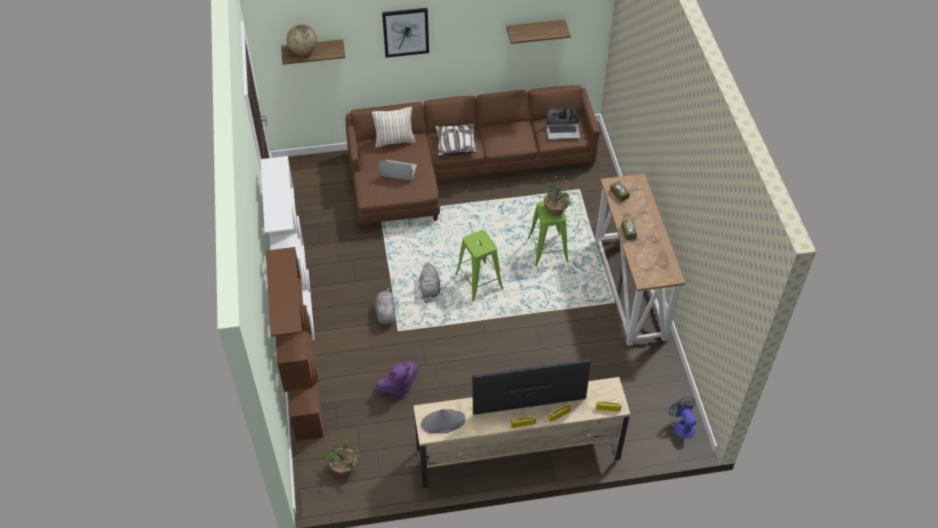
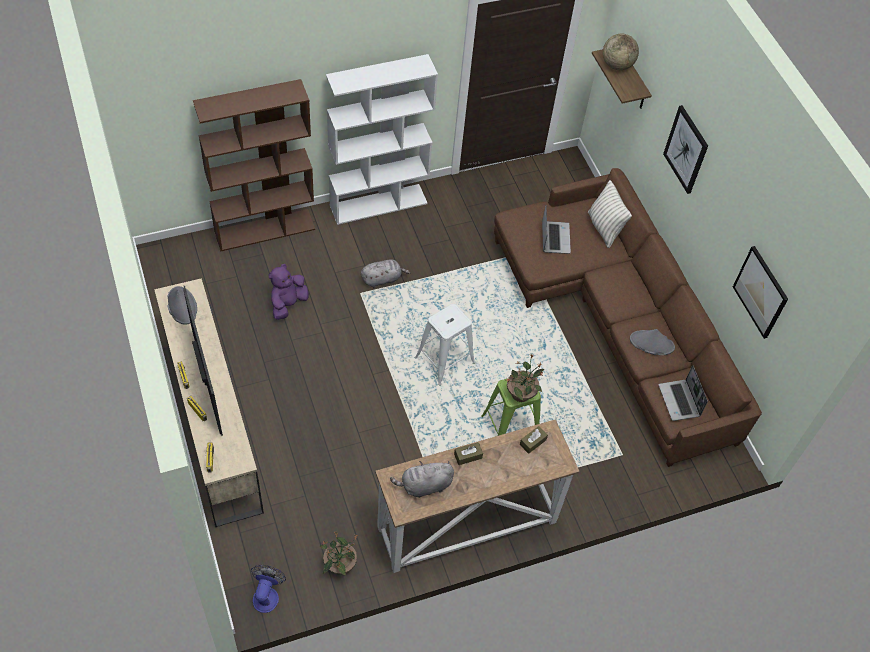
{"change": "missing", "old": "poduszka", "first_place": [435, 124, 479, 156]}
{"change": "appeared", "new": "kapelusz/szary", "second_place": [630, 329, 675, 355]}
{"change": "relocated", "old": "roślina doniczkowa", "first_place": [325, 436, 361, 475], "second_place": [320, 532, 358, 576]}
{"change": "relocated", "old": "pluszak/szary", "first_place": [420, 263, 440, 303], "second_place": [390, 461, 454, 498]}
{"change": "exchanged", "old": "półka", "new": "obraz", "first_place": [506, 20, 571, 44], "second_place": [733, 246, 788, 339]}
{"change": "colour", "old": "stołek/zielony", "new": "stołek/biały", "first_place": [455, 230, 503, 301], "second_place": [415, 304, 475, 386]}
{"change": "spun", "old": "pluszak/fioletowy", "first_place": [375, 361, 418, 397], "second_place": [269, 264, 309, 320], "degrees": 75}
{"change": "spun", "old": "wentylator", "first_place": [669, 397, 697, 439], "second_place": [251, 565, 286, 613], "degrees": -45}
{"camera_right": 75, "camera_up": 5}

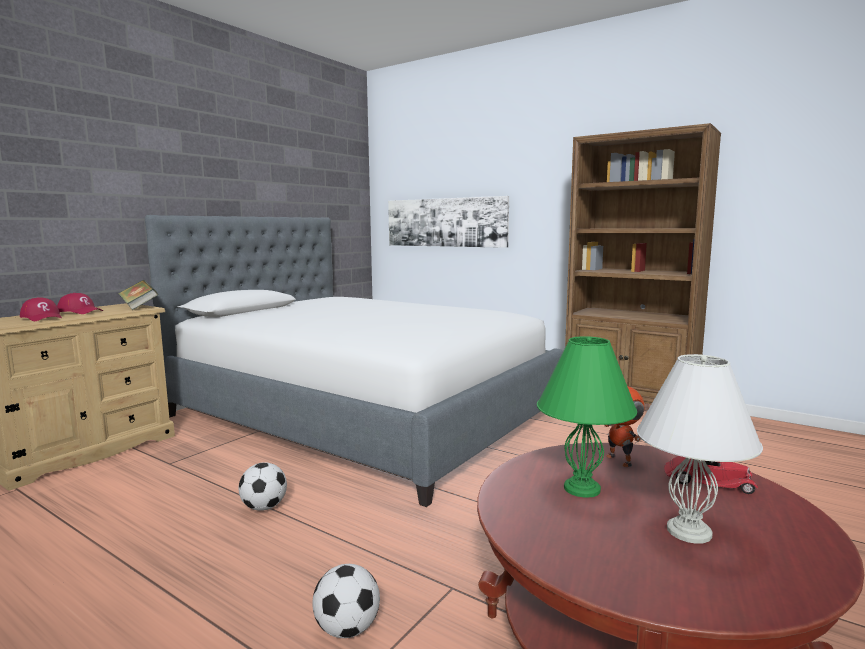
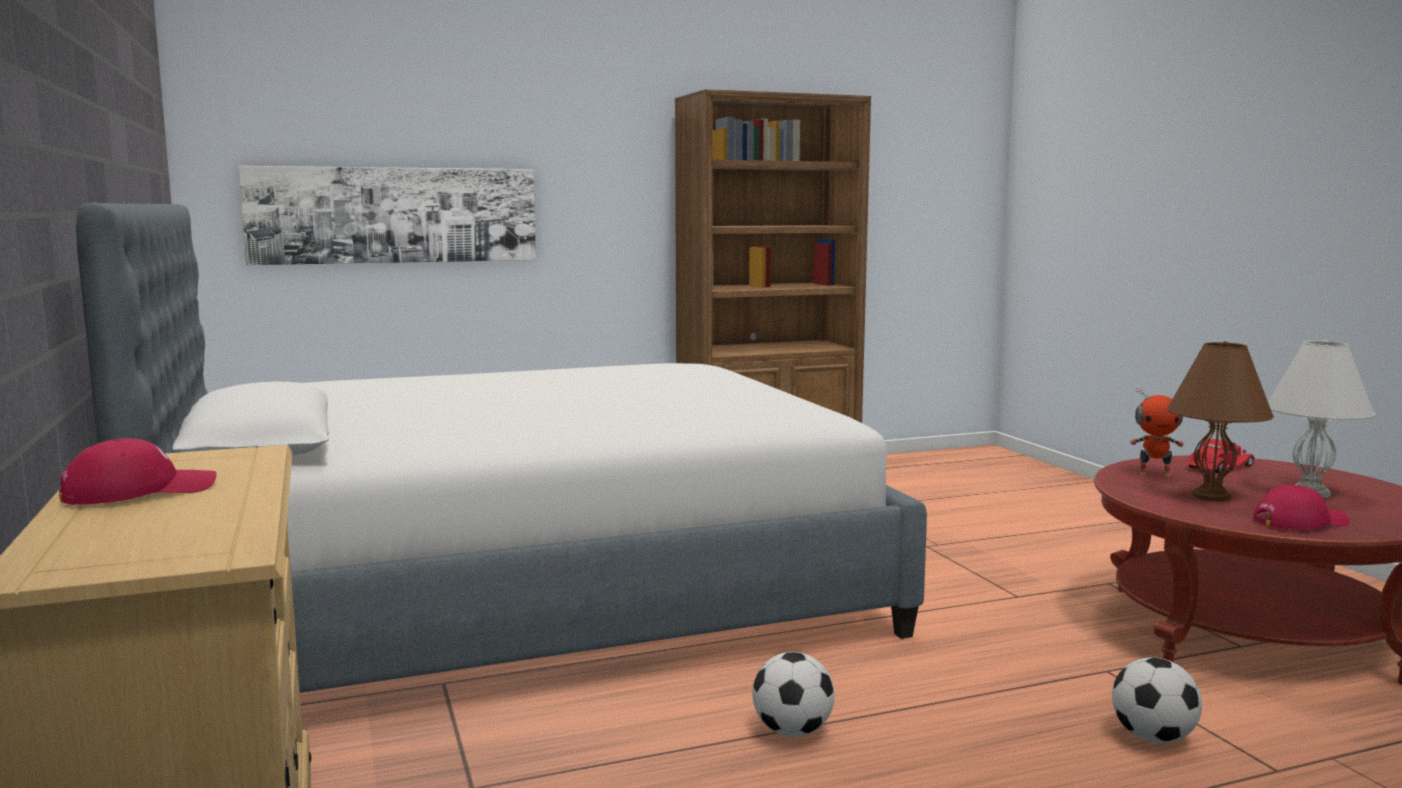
{"change": "missing", "old": "książka", "first_place": [118, 280, 158, 310]}
{"change": "relocated", "old": "czapka z daszkiem/czerwony", "first_place": [20, 297, 62, 321], "second_place": [1253, 485, 1350, 530]}
{"change": "colour", "old": "lampa stołowa/zielony", "new": "lampa stołowa/brązowy", "first_place": [537, 336, 637, 498], "second_place": [1167, 341, 1274, 502]}
{"camera_right": -55, "camera_up": 0}

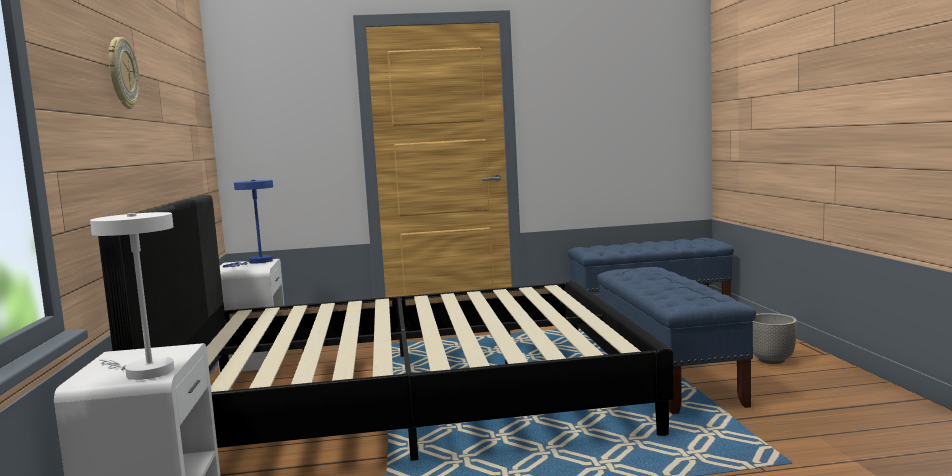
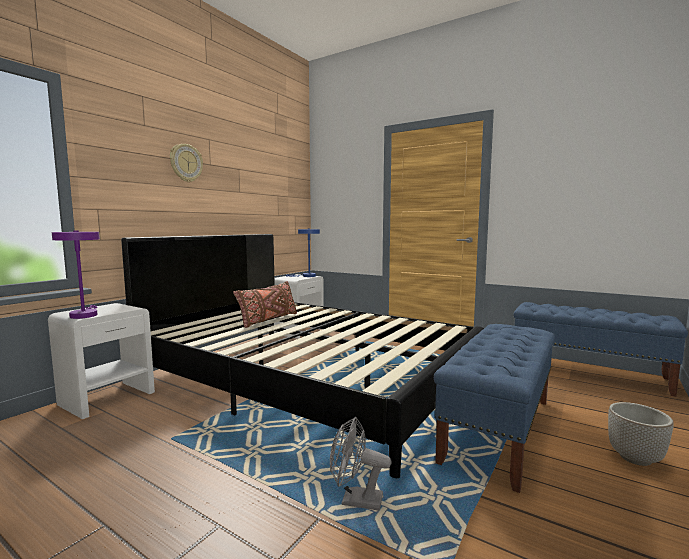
{"change": "appeared", "new": "poduszka/brązowy", "second_place": [233, 281, 297, 328]}
{"change": "appeared", "new": "wentylator/szary", "second_place": [330, 417, 392, 511]}
{"change": "colour", "old": "lampa stołowa/biały", "new": "lampa stołowa/fioletowy", "first_place": [90, 212, 174, 380], "second_place": [52, 231, 100, 319]}
{"camera_right": 40, "camera_up": 0}

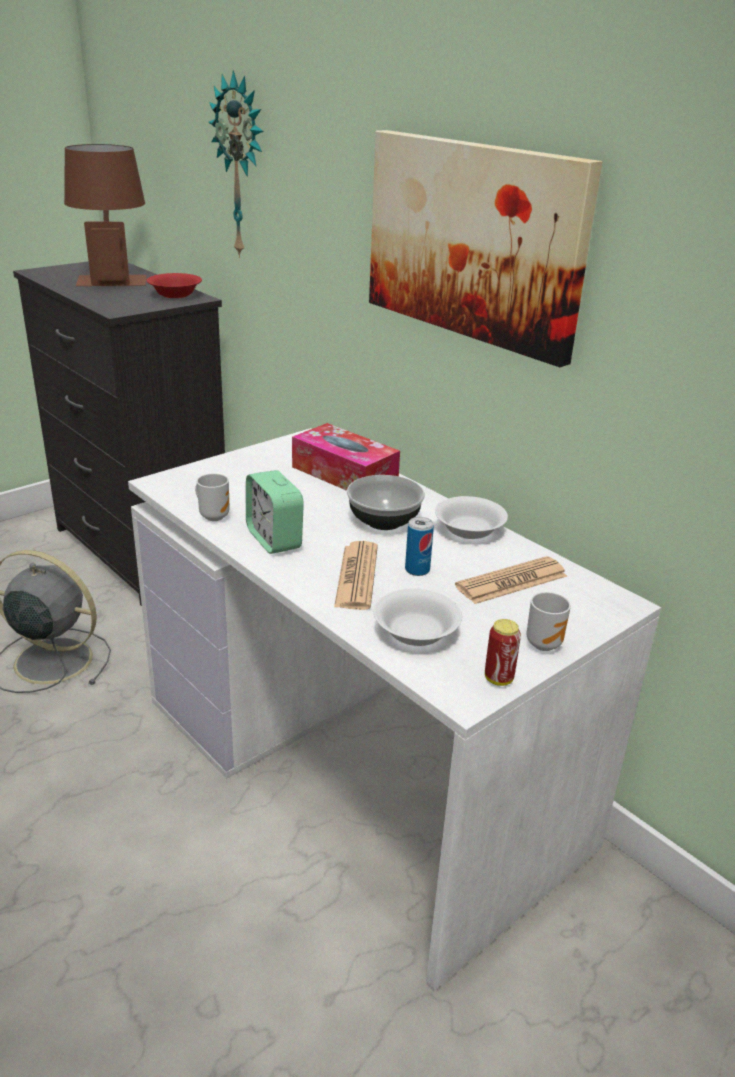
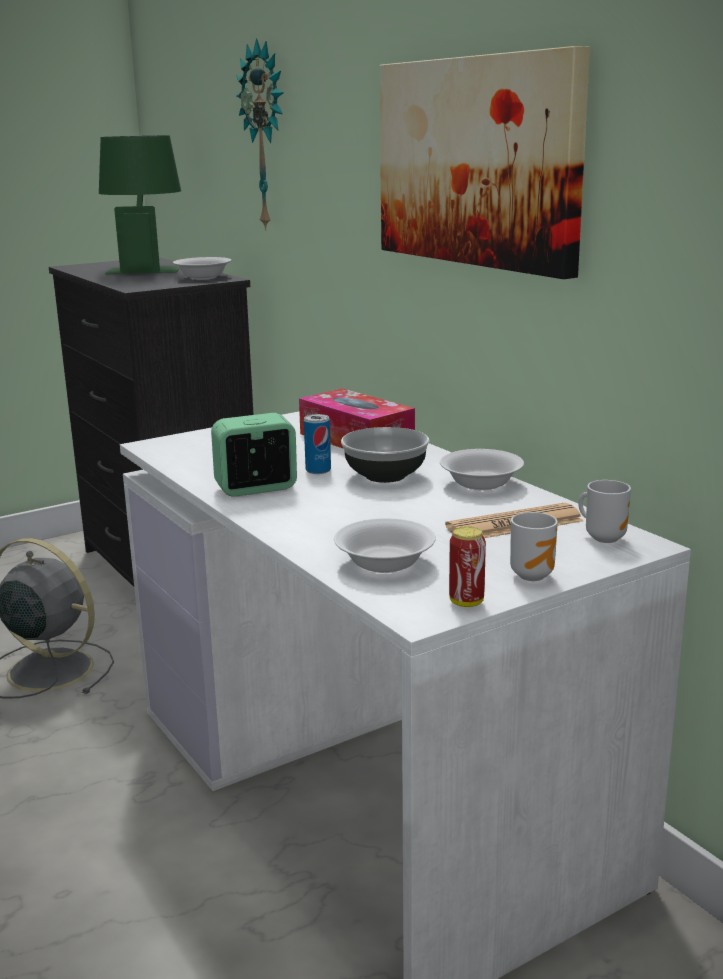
{"change": "missing", "old": "gazeta", "first_place": [334, 541, 378, 610]}
{"change": "relocated", "old": "kubek", "first_place": [195, 474, 230, 521], "second_place": [578, 480, 631, 543]}
{"change": "relocated", "old": "puszka", "first_place": [405, 517, 434, 576], "second_place": [304, 414, 331, 474]}
{"change": "colour", "old": "lampa stołowa/brązowy", "new": "lampa stołowa/zielony", "first_place": [64, 144, 147, 286], "second_place": [99, 136, 181, 274]}
{"change": "colour", "old": "miska/czerwony", "new": "miska/biały", "first_place": [146, 273, 202, 298], "second_place": [173, 257, 231, 279]}
{"change": "spun", "old": "budzik", "first_place": [246, 470, 304, 554], "second_place": [211, 413, 297, 497], "degrees": 90}
{"camera_right": 10, "camera_up": -10}

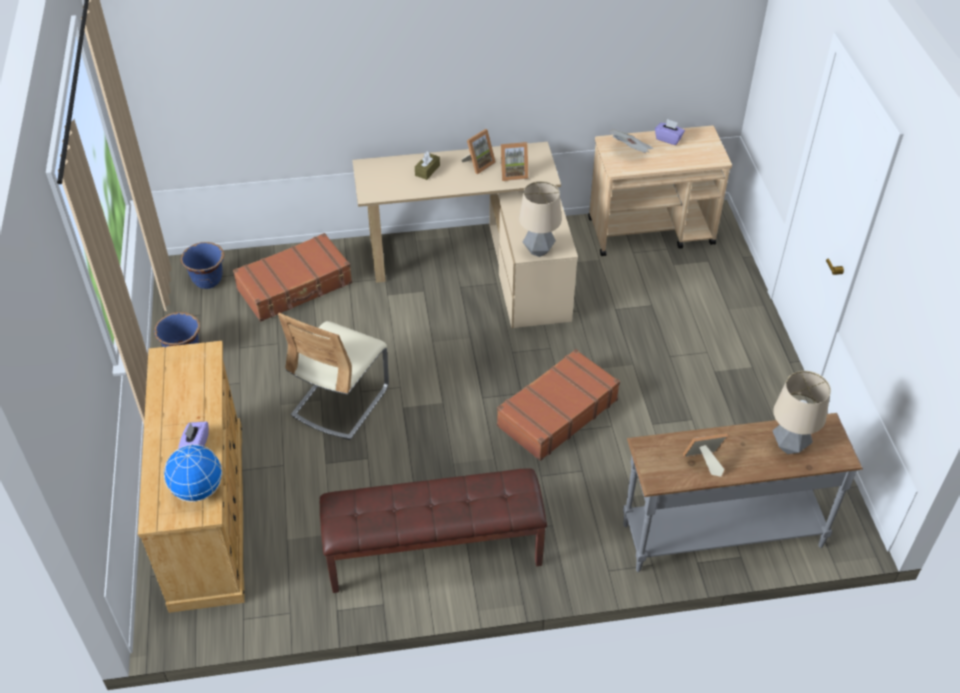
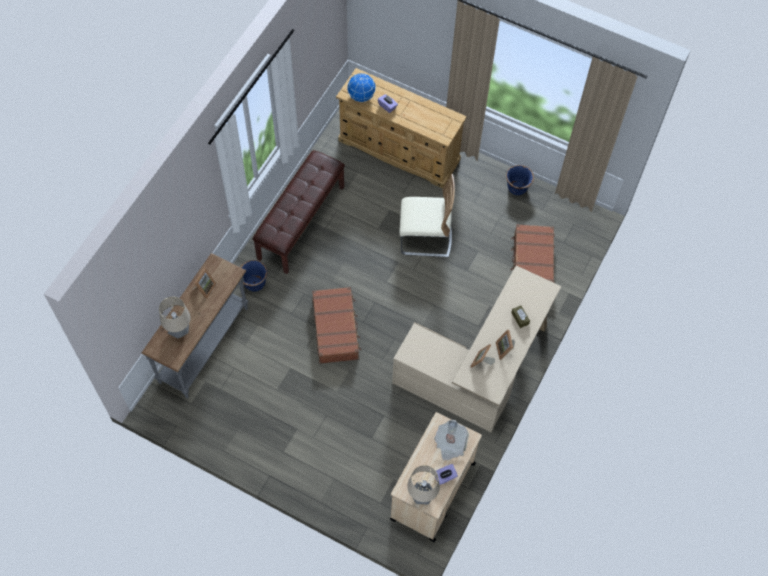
{"change": "relocated", "old": "donica/niebieski", "first_place": [181, 242, 224, 289], "second_place": [240, 260, 267, 292]}
{"change": "relocated", "old": "lampa stołowa", "first_place": [519, 181, 562, 257], "second_place": [407, 465, 440, 504]}
{"change": "spun", "old": "krzesło/beżowy", "first_place": [278, 313, 389, 440], "second_place": [399, 174, 455, 257], "degrees": 120}
{"camera_right": 125, "camera_up": 15}

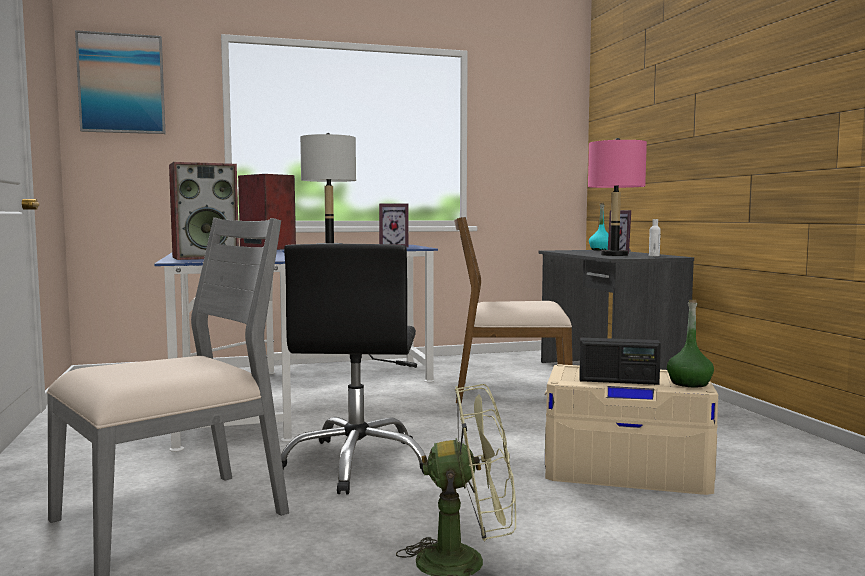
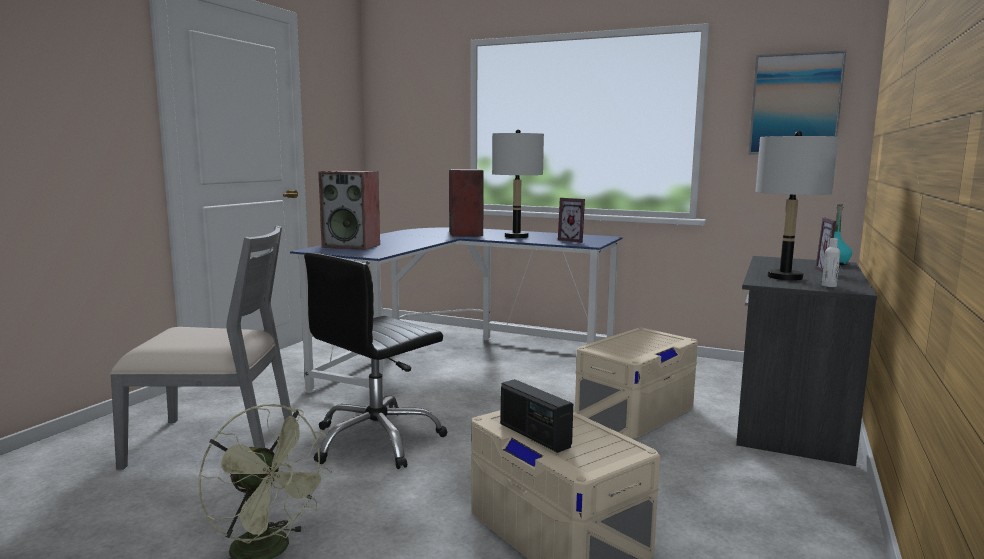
{"change": "missing", "old": "butelka/zielony", "first_place": [667, 300, 714, 387]}
{"change": "relocated", "old": "obraz", "first_place": [75, 30, 166, 134], "second_place": [748, 50, 846, 154]}
{"change": "exchanged", "old": "krzesło/brązowy", "new": "pojemnik do przechowywania/beżowy", "first_place": [454, 217, 573, 403], "second_place": [575, 327, 698, 439]}
{"change": "colour", "old": "lampa stołowa/różowy", "new": "lampa stołowa/szary", "first_place": [588, 138, 647, 256], "second_place": [756, 131, 838, 280]}
{"camera_right": 40, "camera_up": 5}

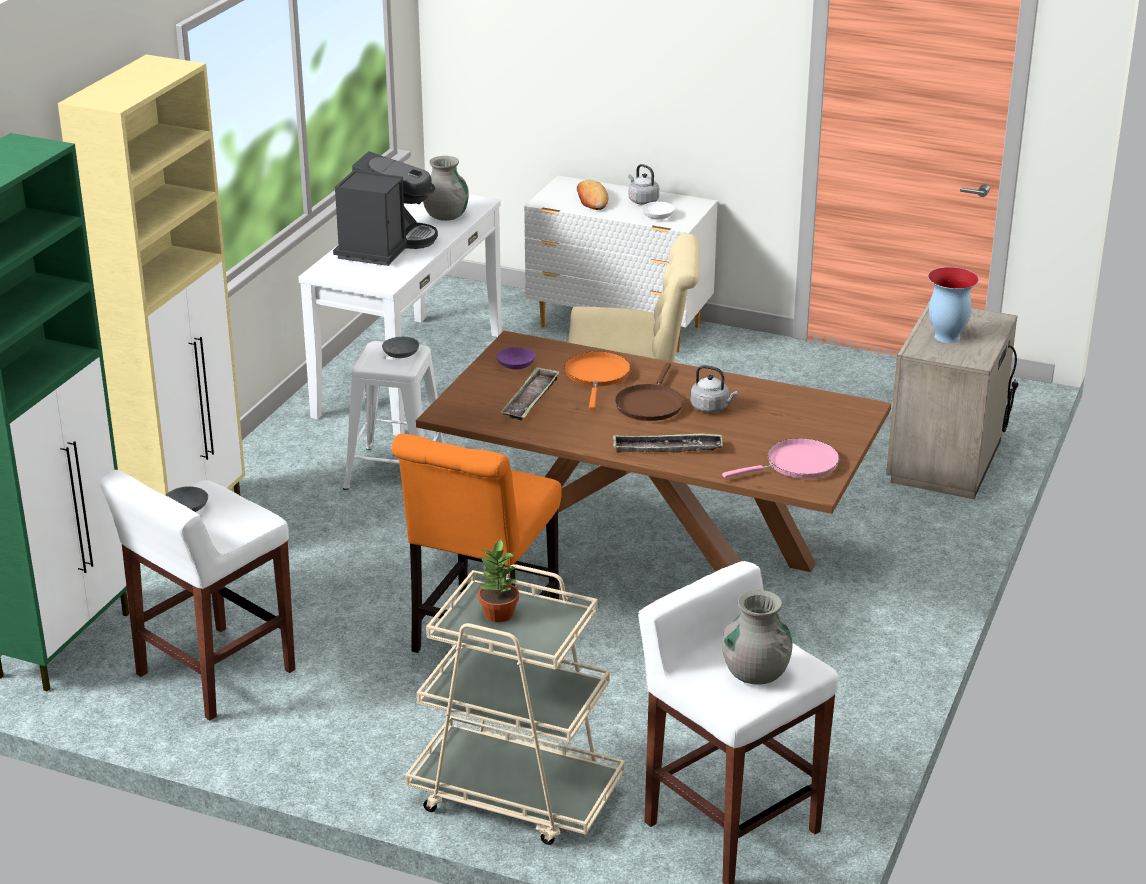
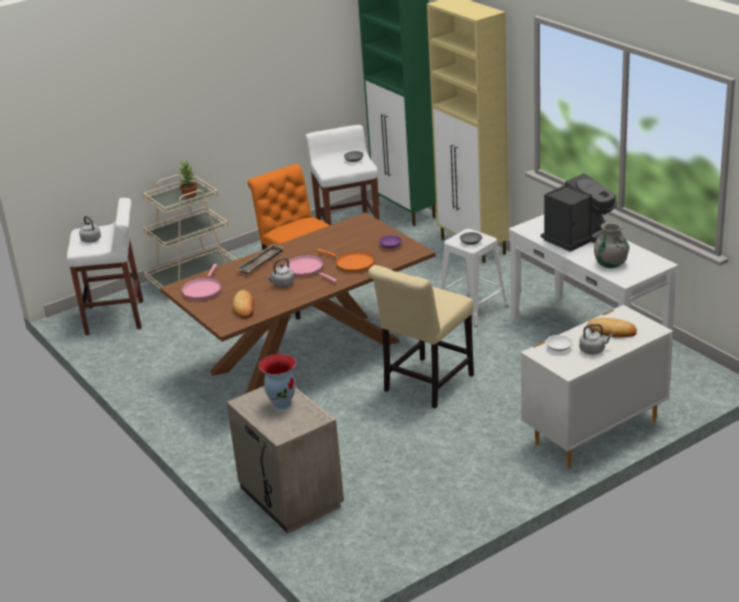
{"change": "missing", "old": "taca", "first_place": [501, 366, 560, 421]}
{"change": "appeared", "new": "chleb", "second_place": [232, 290, 254, 319]}
{"change": "exchanged", "old": "wazon/szary", "new": "czajnik/szary", "first_place": [722, 590, 793, 685], "second_place": [79, 216, 101, 243]}
{"change": "colour", "old": "patelnia/brązowy", "new": "patelnia/różowy", "first_place": [615, 363, 683, 421], "second_place": [284, 255, 337, 282]}
{"change": "spun", "old": "ekspres do kawy", "first_place": [333, 151, 438, 266], "second_place": [541, 173, 617, 252], "degrees": -90}
{"camera_right": 125, "camera_up": 0}

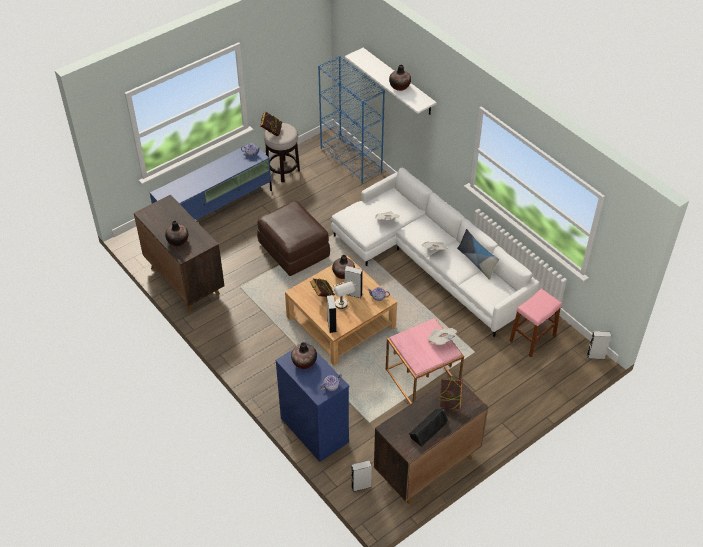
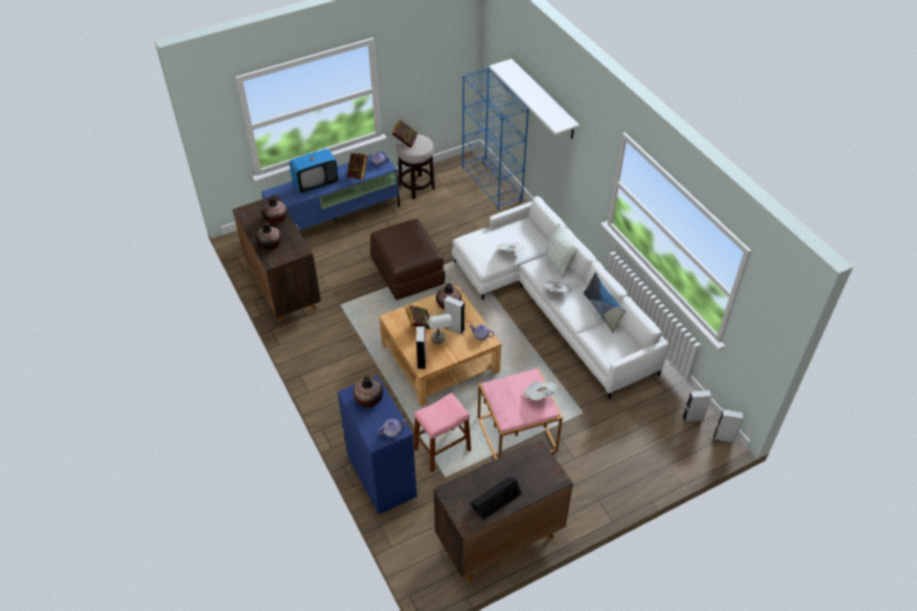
{"change": "appeared", "new": "telewizor", "second_place": [289, 139, 339, 194]}
{"change": "appeared", "new": "poduszka", "second_place": [545, 222, 578, 279]}
{"change": "relocated", "old": "głośnik/szary", "first_place": [351, 460, 372, 492], "second_place": [683, 390, 712, 422]}
{"change": "relocated", "old": "wazon", "first_place": [389, 65, 411, 91], "second_place": [262, 196, 287, 224]}
{"change": "relocated", "old": "książka", "first_place": [439, 378, 463, 410], "second_place": [347, 152, 368, 180]}
{"change": "relocated", "old": "stołek/różowy", "first_place": [510, 289, 562, 357], "second_place": [414, 393, 471, 472]}
{"camera_right": 10, "camera_up": 0}

